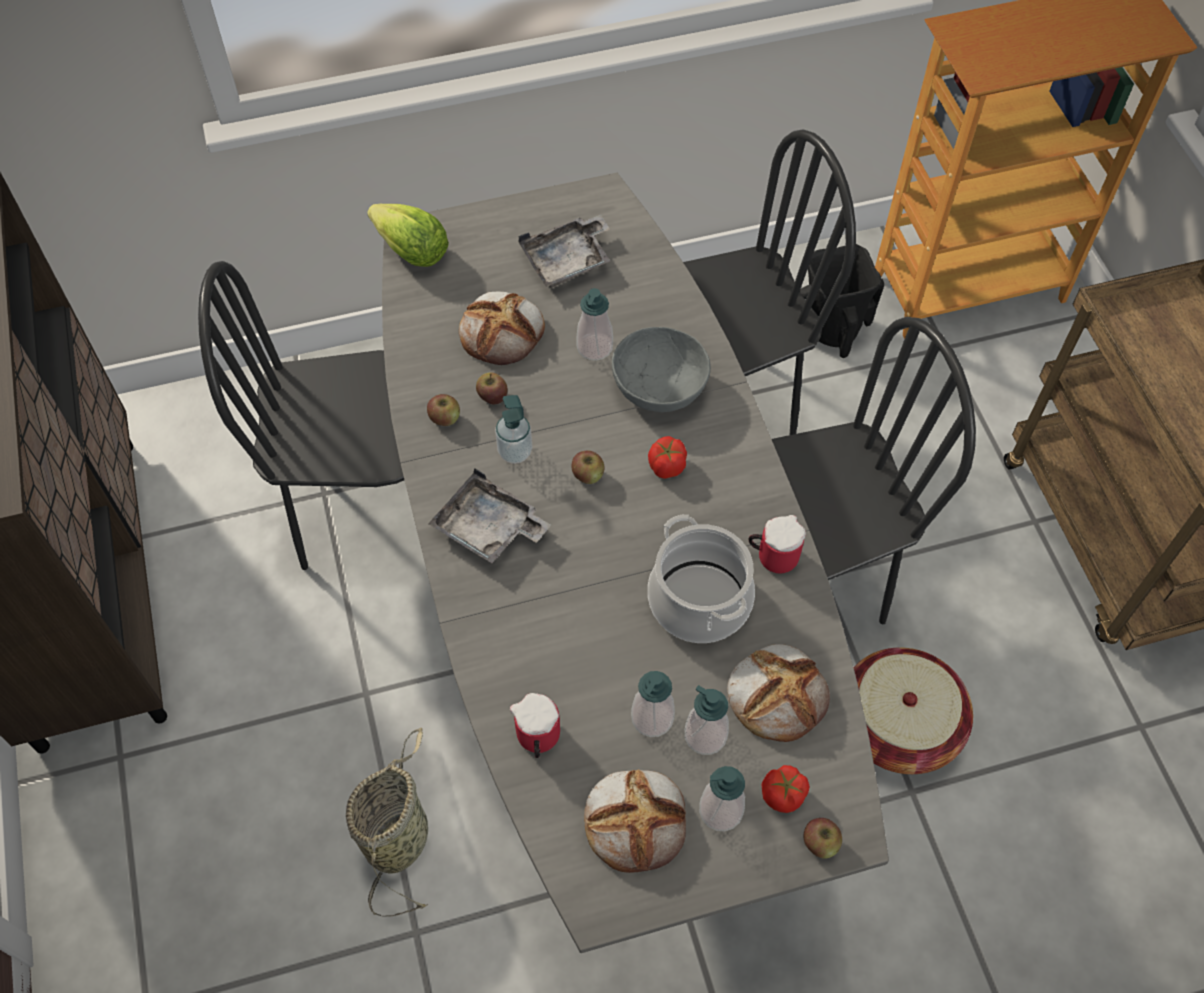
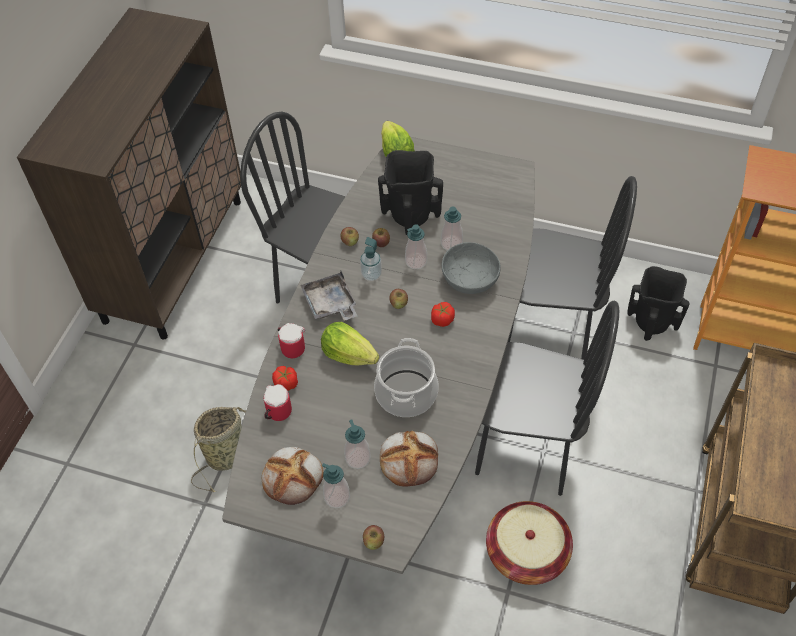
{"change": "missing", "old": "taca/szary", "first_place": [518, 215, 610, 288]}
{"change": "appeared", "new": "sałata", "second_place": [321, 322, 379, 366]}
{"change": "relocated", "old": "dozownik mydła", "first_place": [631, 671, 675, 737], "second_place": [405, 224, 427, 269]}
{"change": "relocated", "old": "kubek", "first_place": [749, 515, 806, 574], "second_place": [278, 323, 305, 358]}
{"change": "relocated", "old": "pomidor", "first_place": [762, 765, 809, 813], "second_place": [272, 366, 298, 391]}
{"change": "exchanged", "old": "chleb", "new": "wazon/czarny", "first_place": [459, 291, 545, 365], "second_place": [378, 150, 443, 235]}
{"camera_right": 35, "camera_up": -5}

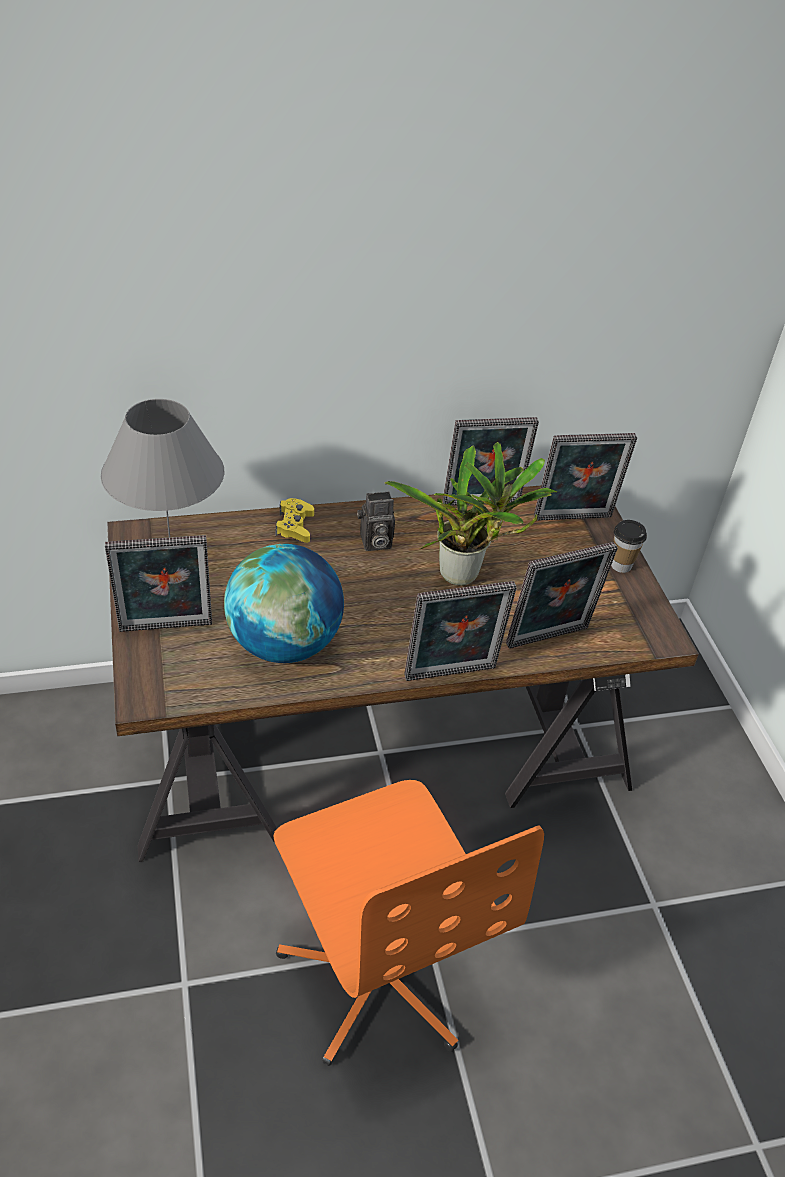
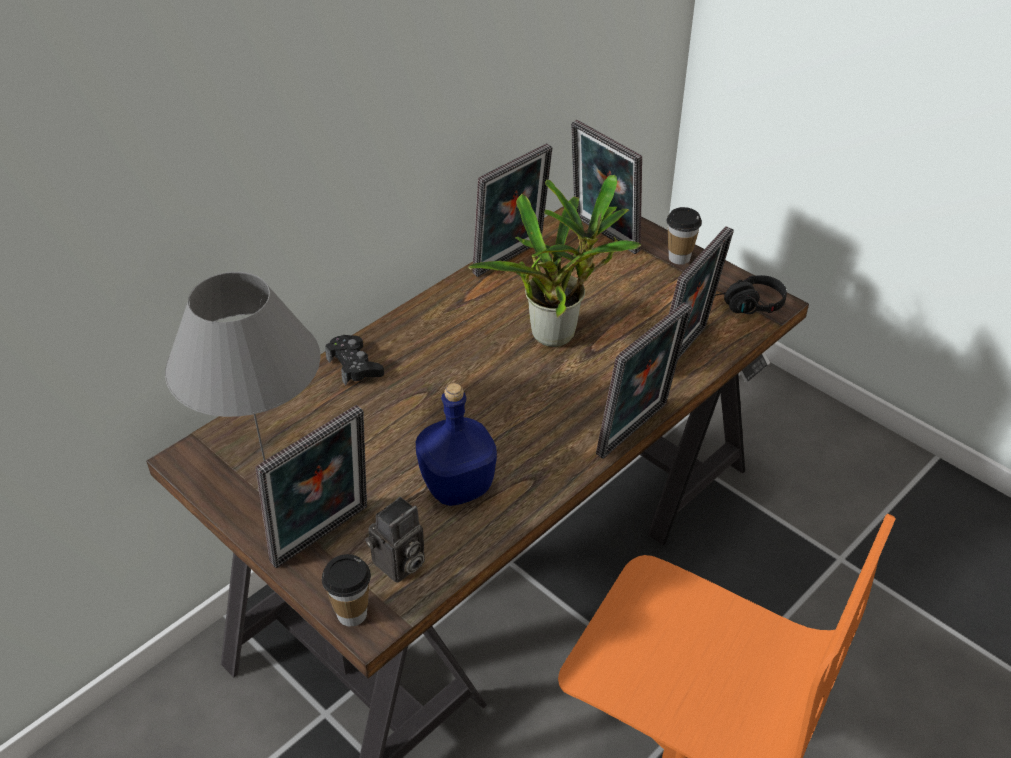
{"change": "appeared", "new": "filiżanka", "second_place": [322, 554, 371, 627]}
{"change": "appeared", "new": "słuchawki/czarny", "second_place": [715, 275, 787, 314]}
{"change": "relocated", "old": "aparat fotograficzny", "first_place": [357, 491, 395, 551], "second_place": [365, 497, 425, 583]}
{"change": "exchanged", "old": "globus", "new": "butelka/niebieski", "first_place": [224, 544, 344, 663], "second_place": [416, 383, 497, 506]}
{"change": "colour", "old": "pad do gier/żółty", "new": "pad do gier/czarny", "first_place": [276, 498, 314, 543], "second_place": [325, 335, 384, 386]}
{"change": "spun", "old": "ramka na zdjęcie", "first_place": [534, 433, 637, 521], "second_place": [571, 120, 642, 254], "degrees": 90}
{"camera_right": -30, "camera_up": 0}

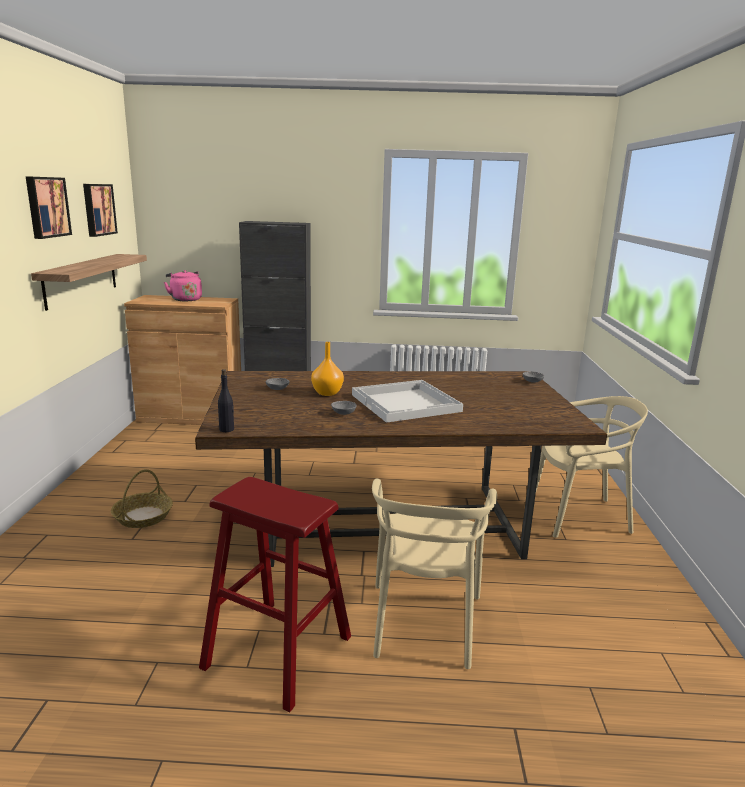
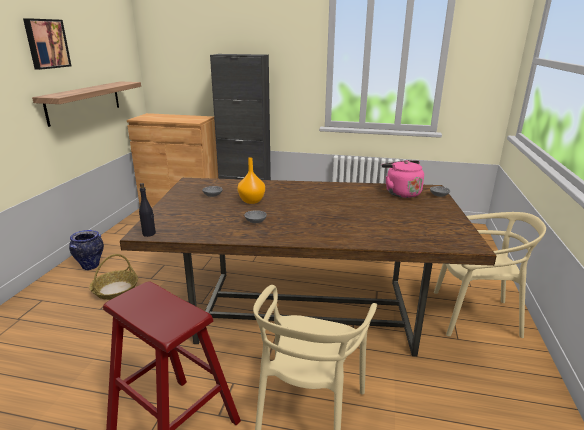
{"change": "missing", "old": "obraz", "first_place": [83, 184, 118, 237]}
{"change": "missing", "old": "taca/biały", "first_place": [352, 380, 463, 423]}
{"change": "appeared", "new": "wazon", "second_place": [69, 230, 104, 270]}
{"change": "relocated", "old": "czajnik/różowy", "first_place": [164, 270, 202, 301], "second_place": [382, 160, 424, 198]}
{"camera_right": 10, "camera_up": 5}

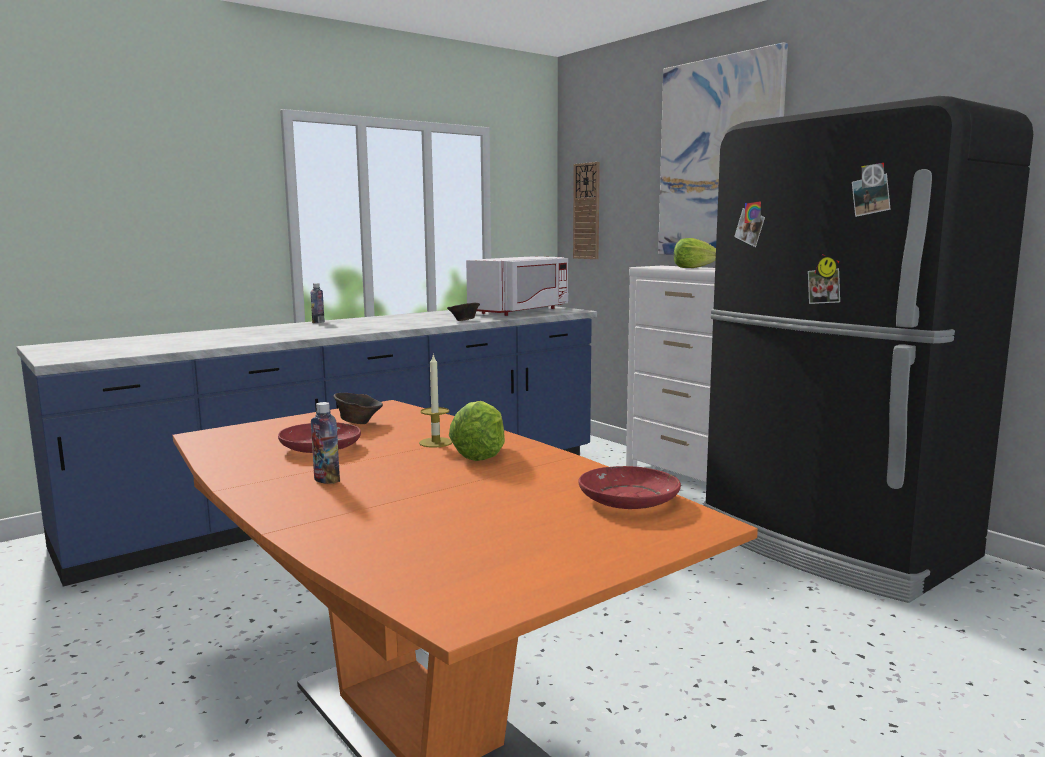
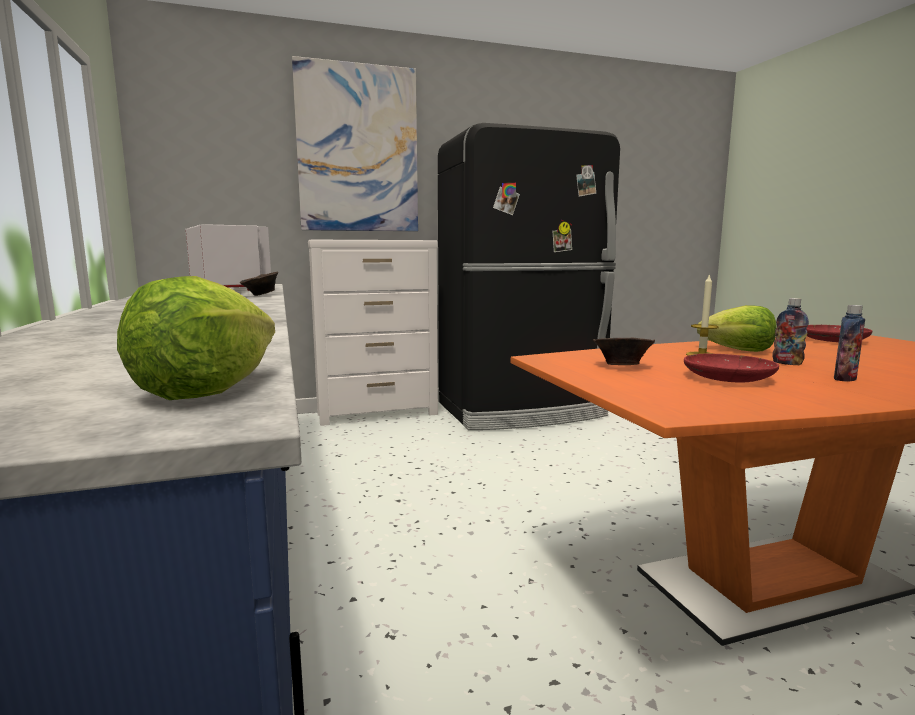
{"change": "missing", "old": "zegar ścienny", "first_place": [573, 162, 600, 259]}
{"change": "relocated", "old": "butelka", "first_place": [311, 283, 325, 323], "second_place": [772, 298, 809, 365]}
{"change": "relocated", "old": "sałata", "first_place": [674, 238, 716, 268], "second_place": [117, 276, 275, 400]}
{"camera_right": -70, "camera_up": 0}

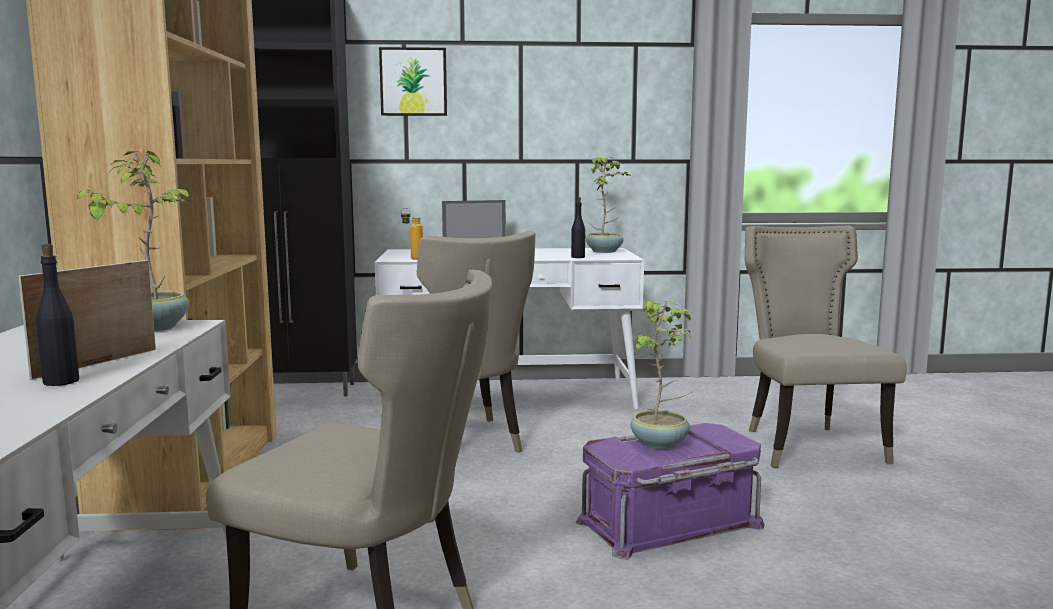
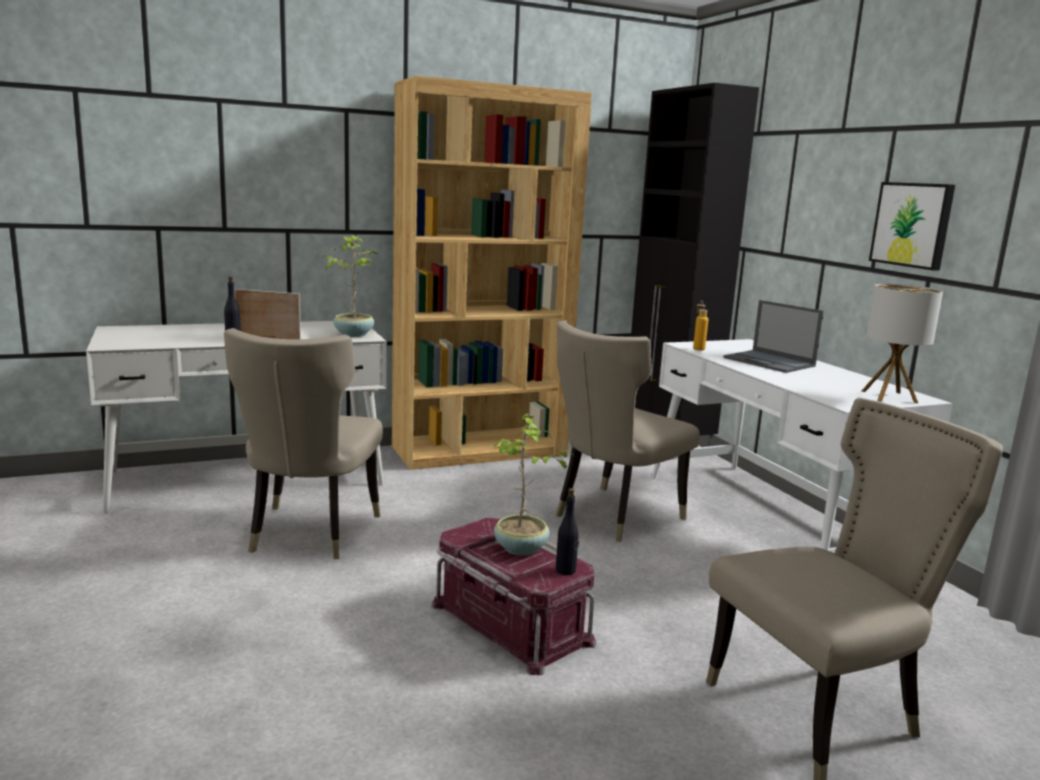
{"change": "relocated", "old": "obraz", "first_place": [379, 47, 447, 116], "second_place": [869, 182, 955, 270]}
{"change": "relocated", "old": "butelka/czarny", "first_place": [571, 197, 586, 258], "second_place": [556, 488, 579, 575]}
{"change": "exchanged", "old": "roślina doniczkowa", "new": "lampa stołowa", "first_place": [586, 157, 632, 253], "second_place": [862, 284, 943, 403]}
{"change": "colour", "old": "pojemnik do przechowywania/fioletowy", "new": "pojemnik do przechowywania/czerwony", "first_place": [576, 423, 765, 559], "second_place": [431, 518, 596, 675]}
{"camera_right": 70, "camera_up": 5}

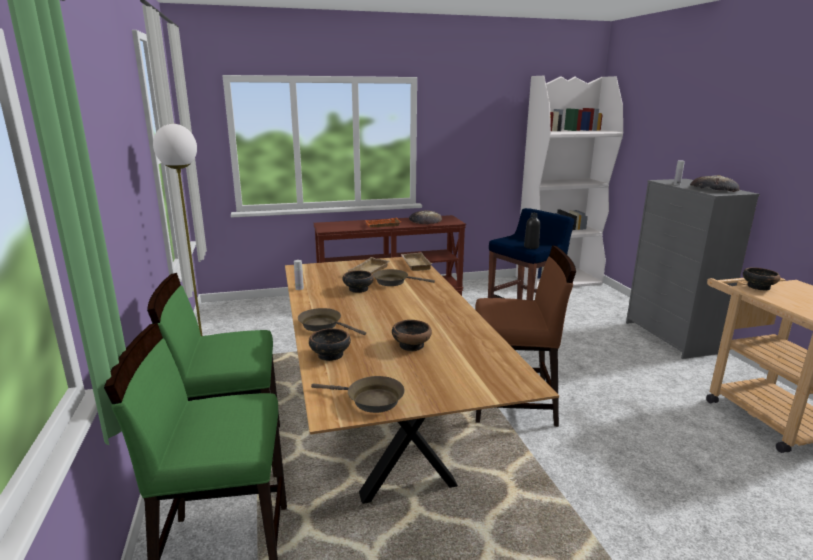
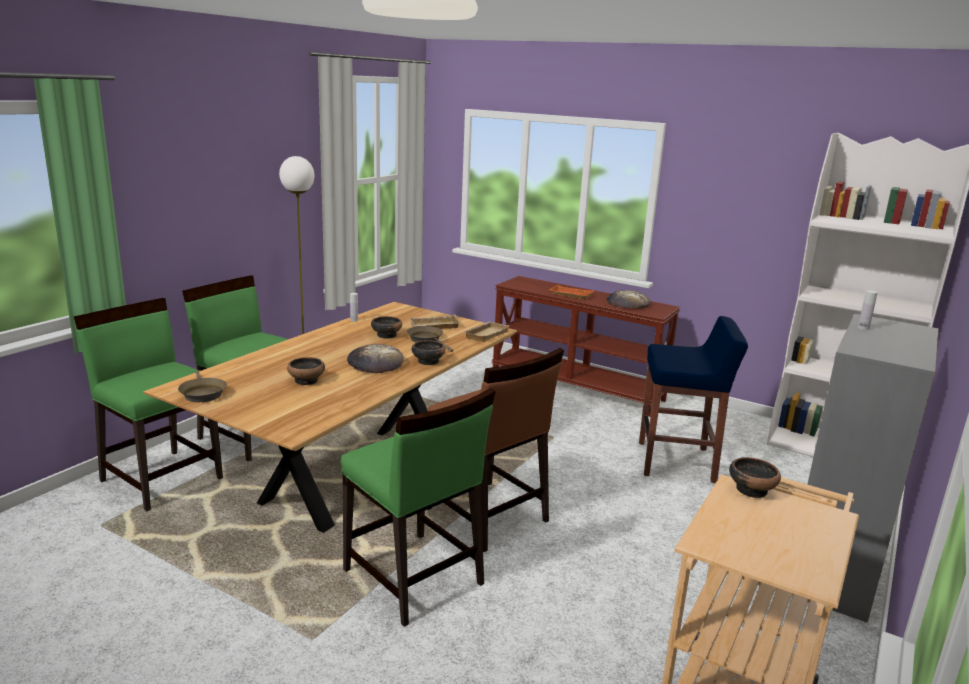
{"change": "missing", "old": "patelnia/brązowy", "first_place": [298, 308, 366, 335]}
{"change": "missing", "old": "butelka/czarny", "first_place": [524, 213, 540, 249]}
{"change": "appeared", "new": "krzesło/zielony", "second_place": [341, 388, 496, 627]}
{"change": "relocated", "old": "miska", "first_place": [309, 328, 351, 361], "second_place": [412, 340, 446, 365]}
{"change": "relocated", "old": "chleb", "first_place": [690, 175, 740, 192], "second_place": [347, 344, 404, 373]}
{"camera_right": 45, "camera_up": 0}

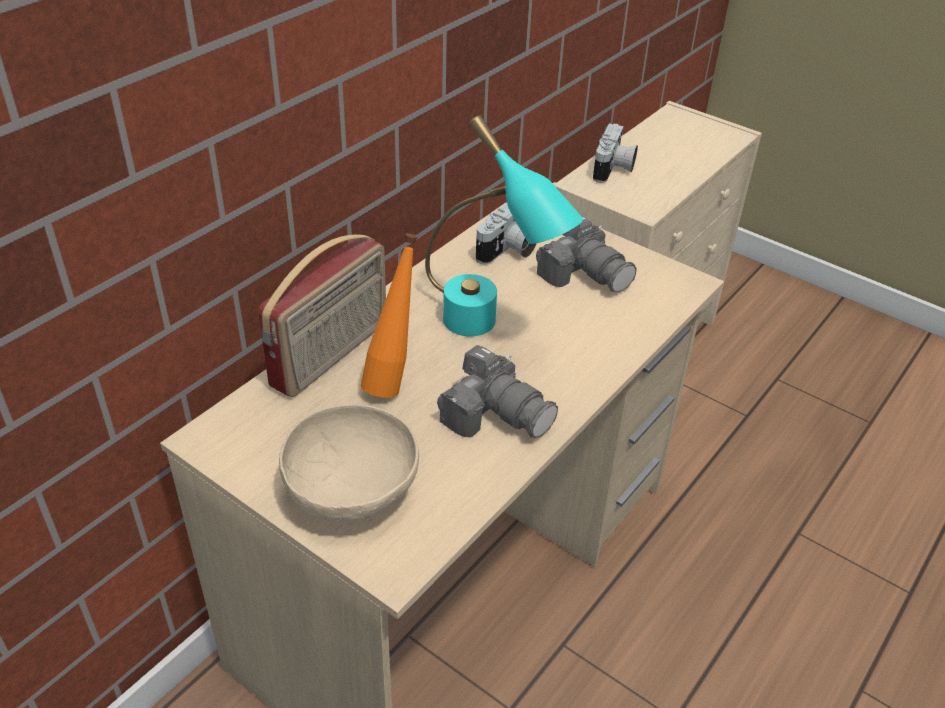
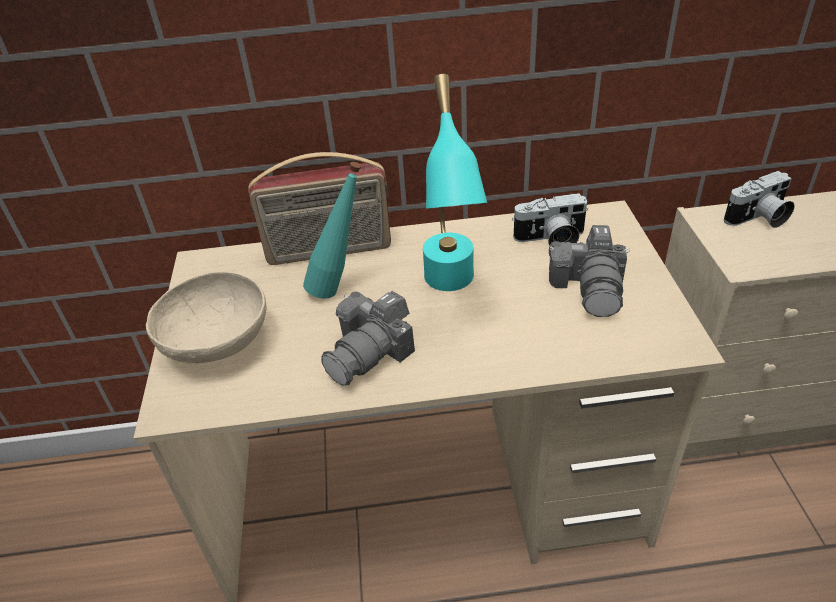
{"change": "colour", "old": "butelka/pomarańczowy", "new": "butelka/turkusowy", "first_place": [361, 234, 417, 398], "second_place": [303, 162, 361, 298]}
{"change": "spun", "old": "aparat fotograficzny", "first_place": [437, 345, 558, 438], "second_place": [321, 291, 415, 386], "degrees": 45}
{"camera_right": 50, "camera_up": 0}

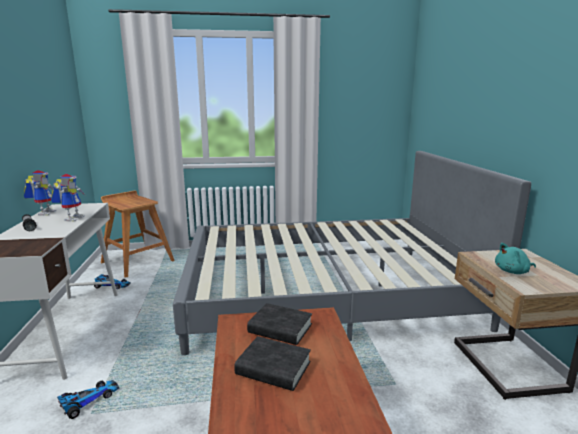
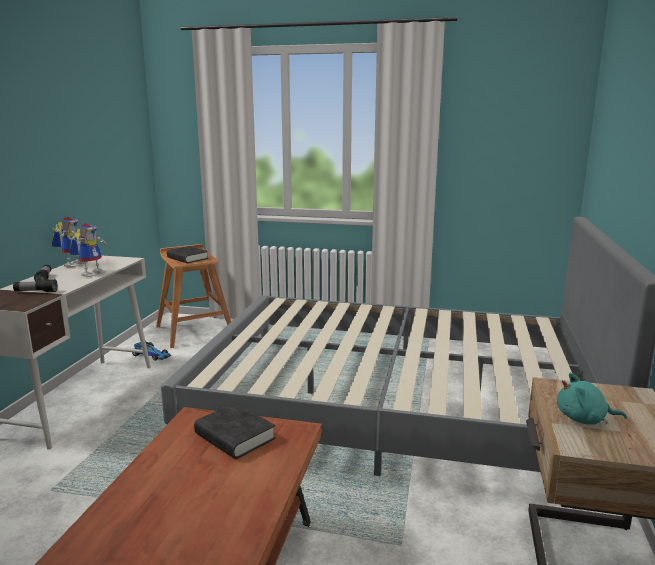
{"change": "missing", "old": "samochodzik", "first_place": [57, 380, 119, 419]}
{"change": "appeared", "new": "latarka", "second_place": [13, 279, 58, 292]}
{"change": "relocated", "old": "książka/czarny", "first_place": [234, 336, 311, 391], "second_place": [167, 246, 208, 263]}
{"camera_right": 20, "camera_up": 0}

